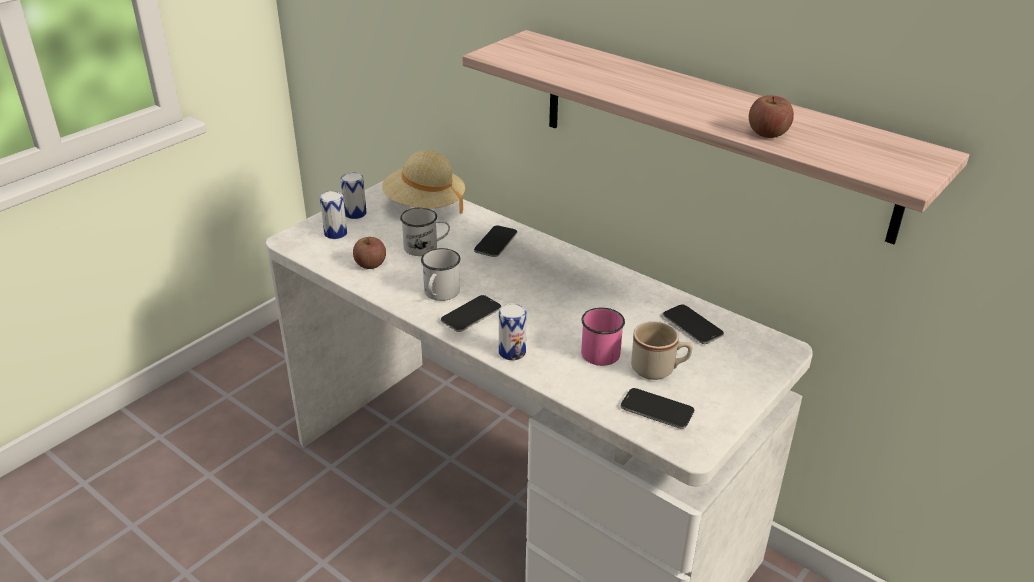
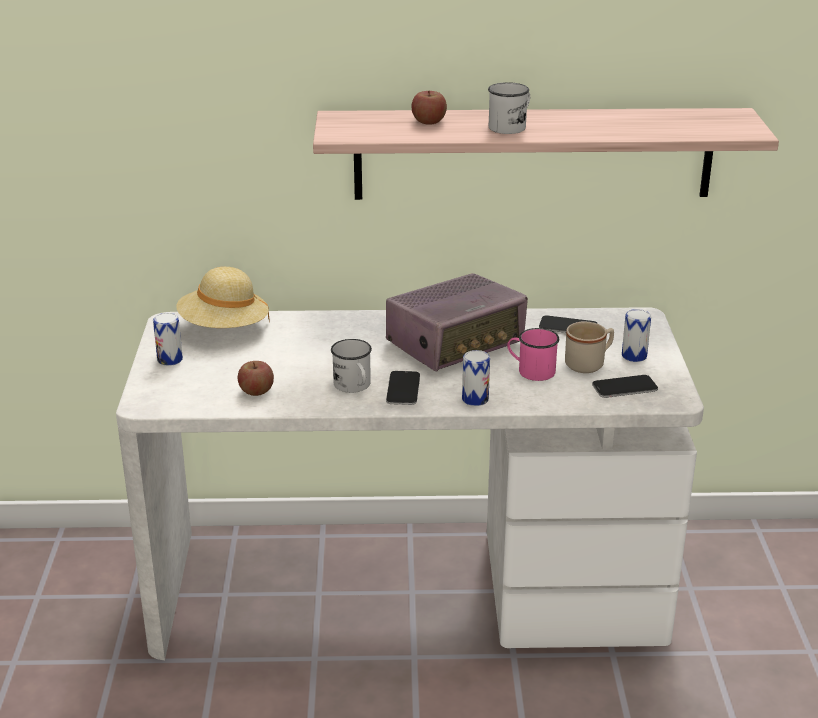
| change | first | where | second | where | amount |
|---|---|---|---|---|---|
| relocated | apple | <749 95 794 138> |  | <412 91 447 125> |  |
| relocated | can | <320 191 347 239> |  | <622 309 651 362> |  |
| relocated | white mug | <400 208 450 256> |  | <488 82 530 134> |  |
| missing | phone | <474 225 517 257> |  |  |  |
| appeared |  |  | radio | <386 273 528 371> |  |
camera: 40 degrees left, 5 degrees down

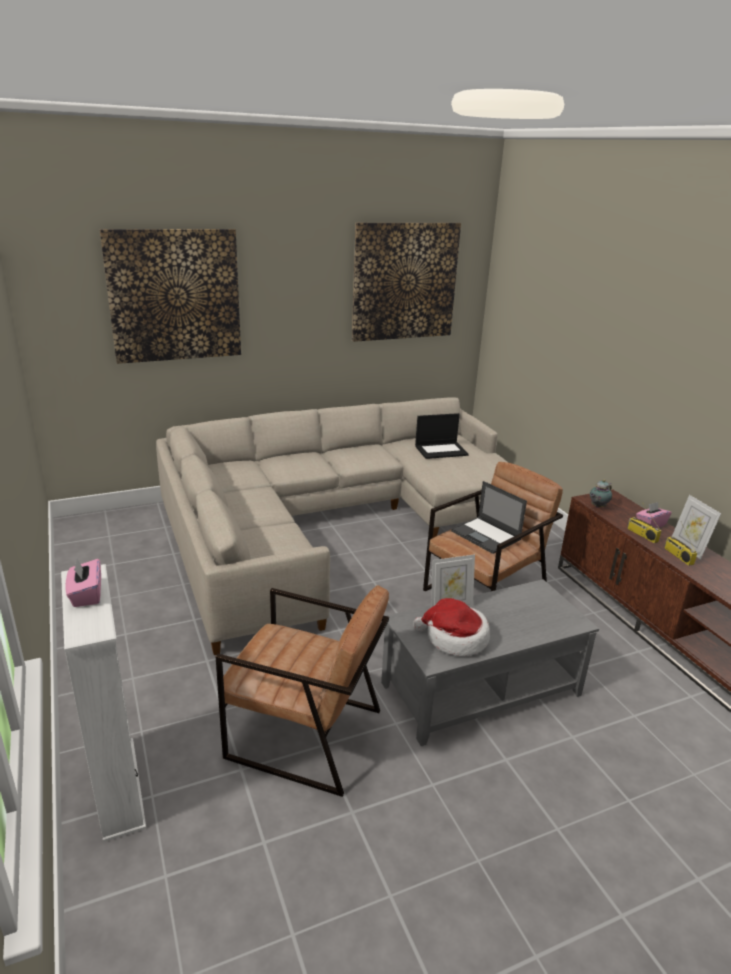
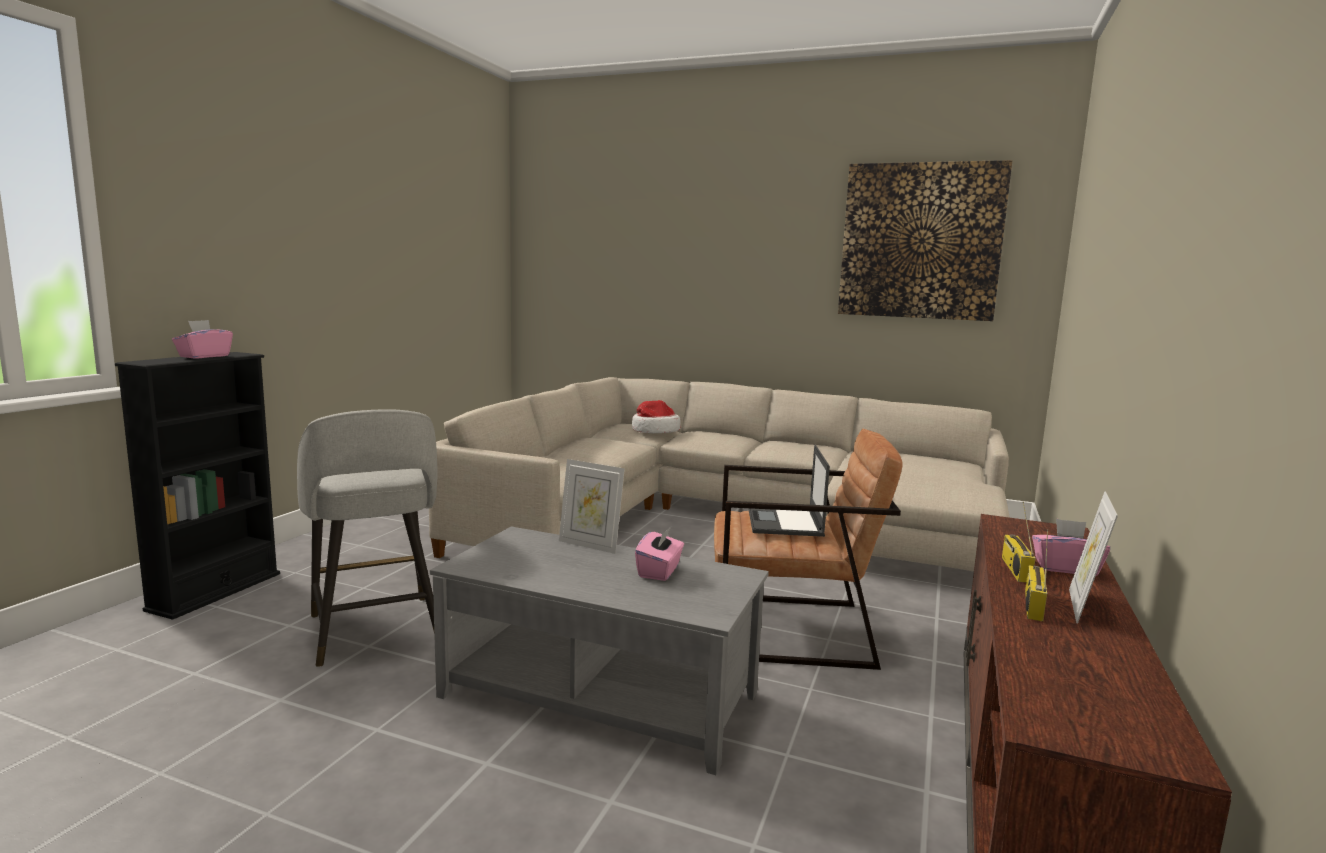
| change | first | where | second | where | amount |
|---|---|---|---|---|---|
| missing | picture | <100 229 241 364> |  |  |  |
| missing | laptop | <415 413 469 459> |  |  |  |
| missing | teapot | <590 479 612 508> |  |  |  |
| colour | white bookcase | <61 564 147 842> | black bookcase | <115 352 280 620> |  |
| exchanged | brown armchair | <216 585 389 797> | grey stool | <297 409 438 667> |  |
| relocated | hat | <413 598 490 656> |  | <632 400 681 433> |  |
| appeared |  |  | pink tissue box | <635 527 684 581> |  |
camera: 45 degrees right, 15 degrees down

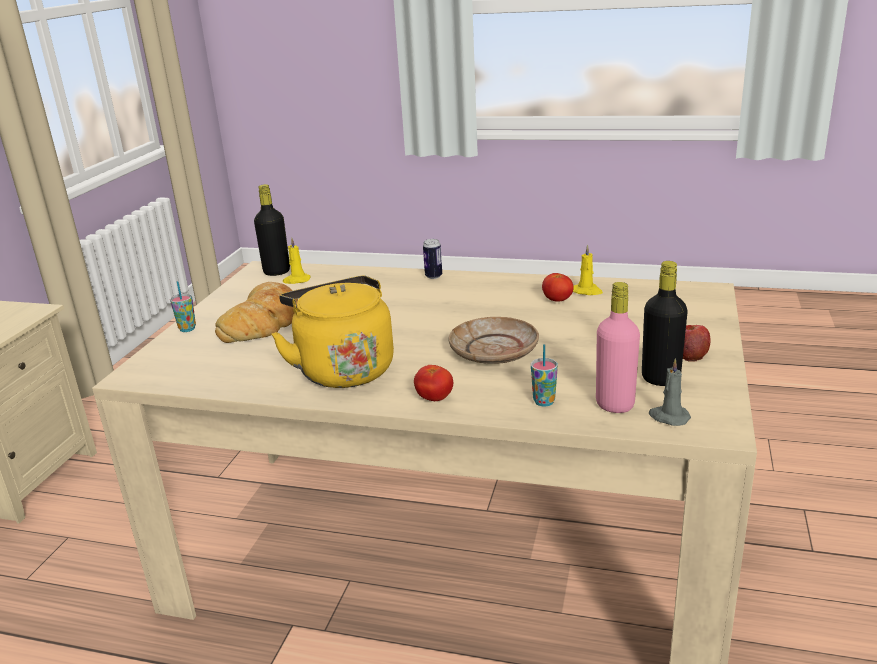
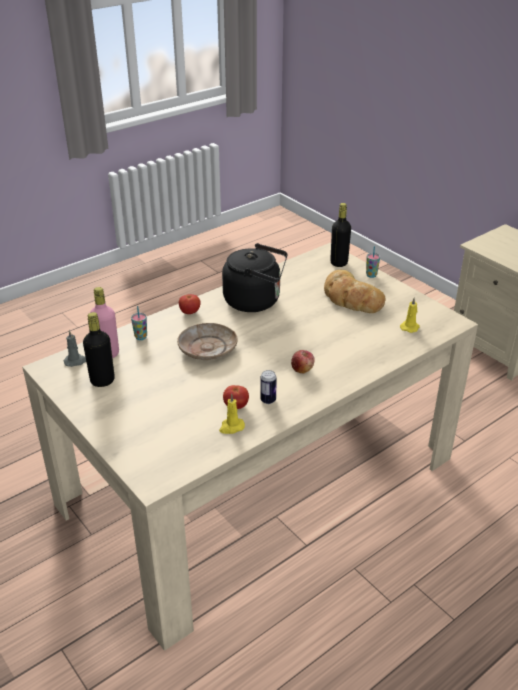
| change | first | where | second | where | amount |
|---|---|---|---|---|---|
| relocated | black bottle | <254 184 290 276> |  | <330 203 351 267> |  |
| relocated | can | <423 239 442 279> |  | <260 370 277 404> |  |
| colour | yellow kettle | <271 275 394 388> | black kettle | <222 243 287 312> |  |
| relocated | apple | <683 325 711 362> |  | <291 350 314 373> |  |
camera: 125 degrees right, 10 degrees up

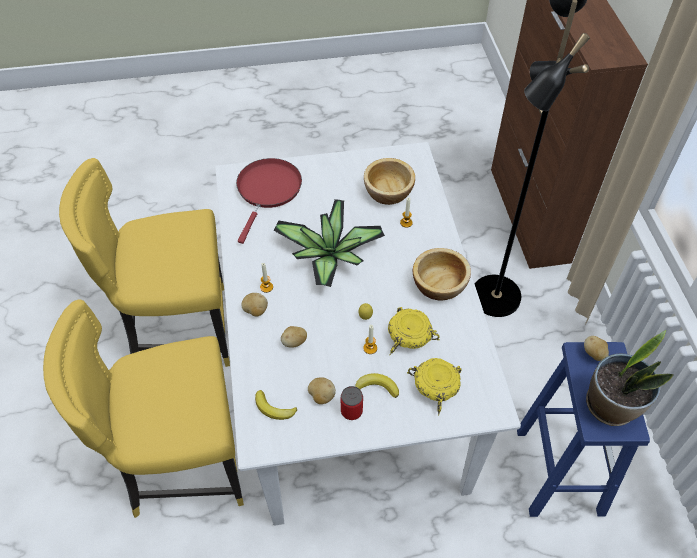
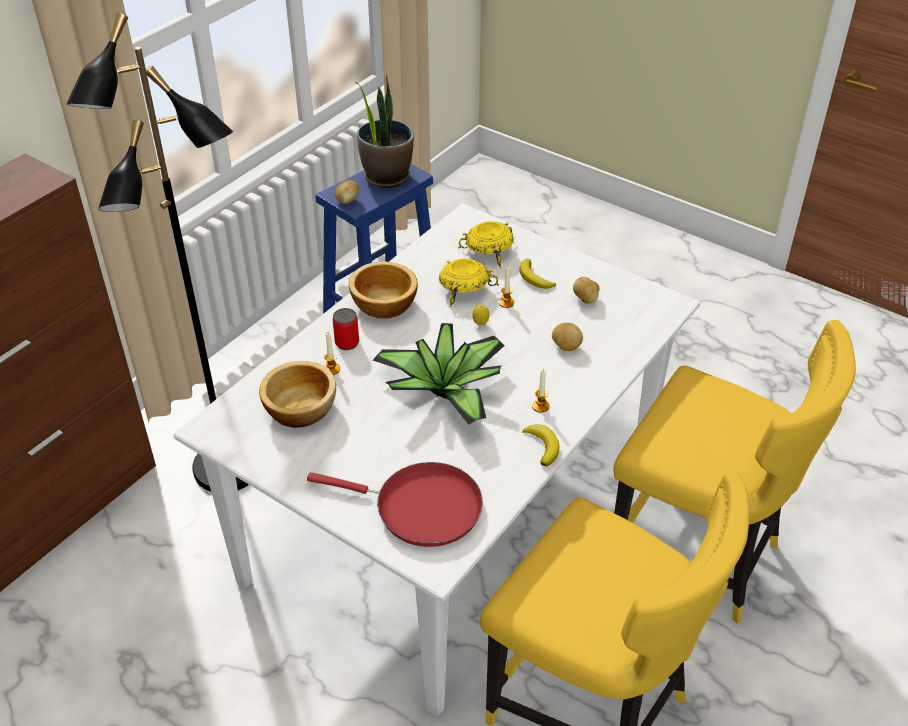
| change | first | where | second | where | amount |
|---|---|---|---|---|---|
| spun | red frying pan | <236 158 302 244> |  | <307 462 483 547> | 135 degrees counterclockwise |
| missing | potato | <241 293 268 316> |  |  |  |
| relocated | can | <341 386 363 420> |  | <333 308 359 350> |  |
| relocated | banana | <255 390 297 420> |  | <522 424 559 466> |  |
camera: 135 degrees left, 10 degrees down

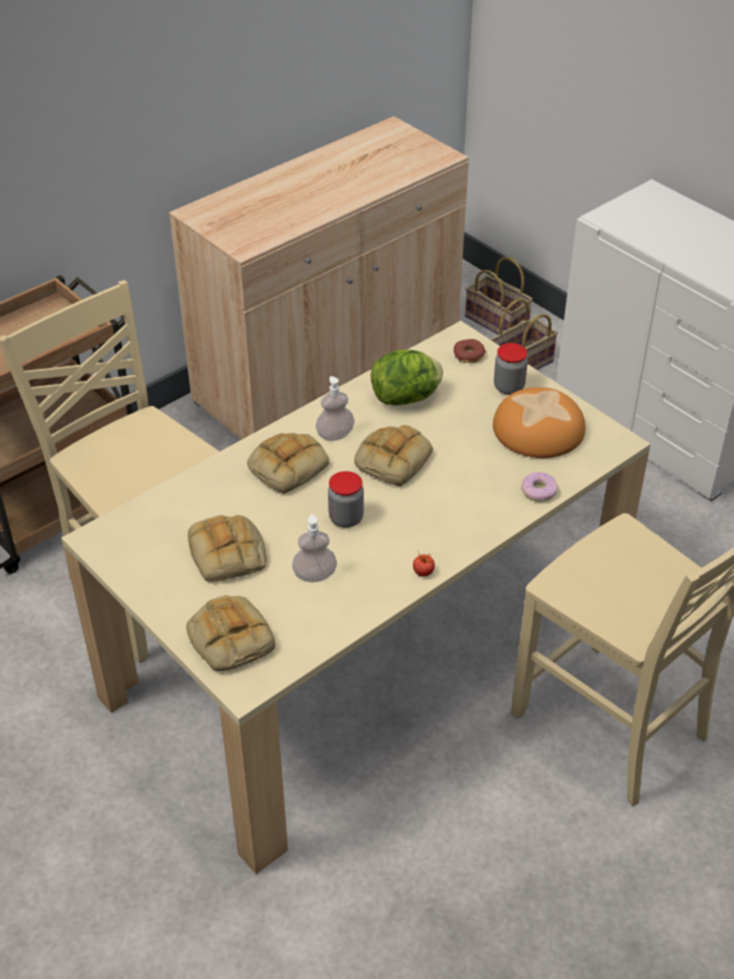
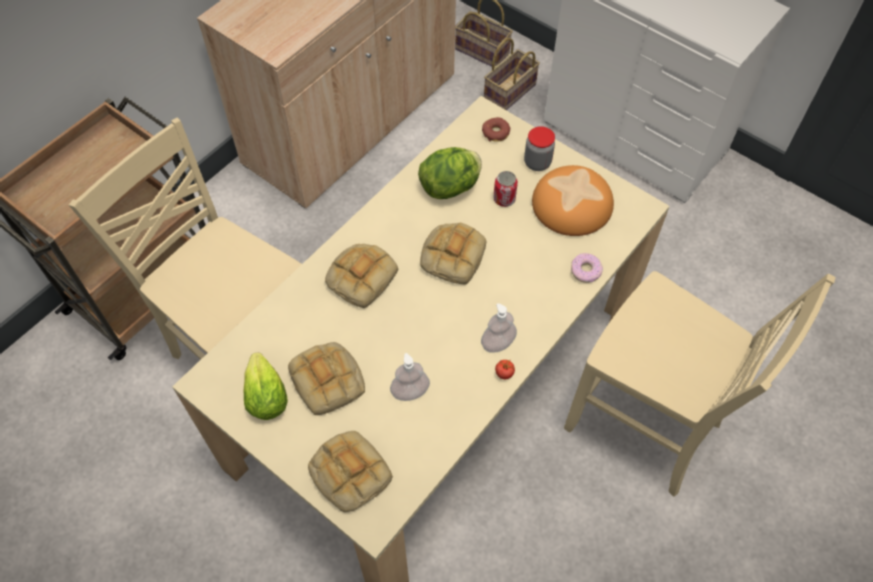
| change | first | where | second | where | amount |
|---|---|---|---|---|---|
| relocated | soap dispenser | <315 376 355 441> |  | <481 303 517 353> |  |
| missing | jar | <328 471 364 528> |  |  |  |
| appeared |  |  | can | <493 171 518 207> |  |
| appeared |  |  | lettuce | <244 352 288 420> |  |
camera: 10 degrees left, 15 degrees up

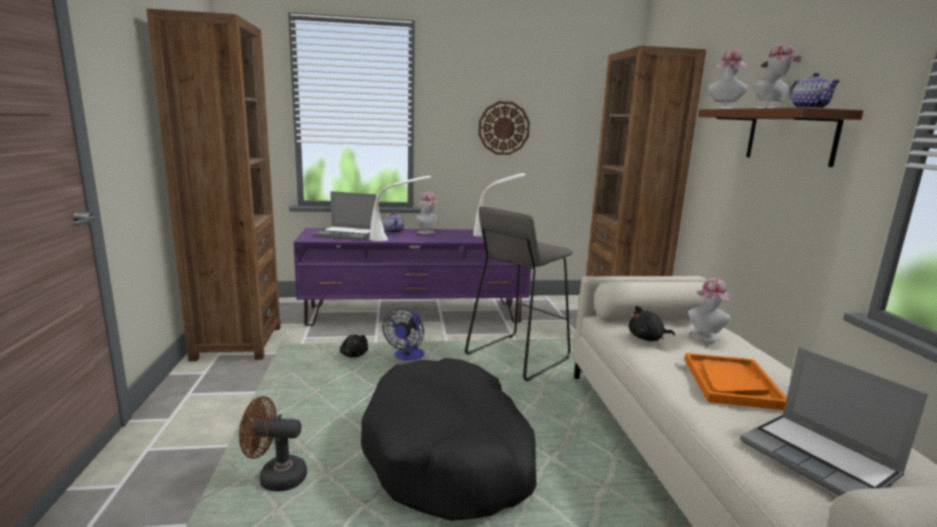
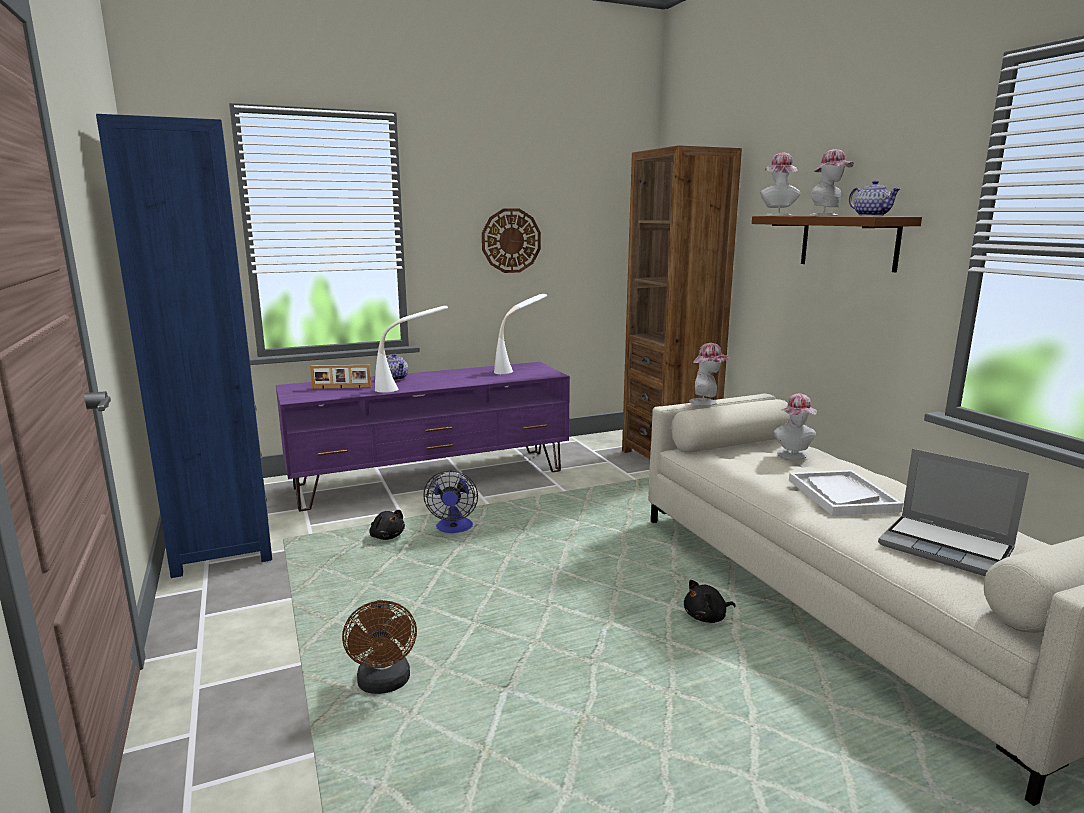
| change | first | where | second | where | amount |
|---|---|---|---|---|---|
| colour | brown bookcase | <146 8 281 362> | blue bookcase | <96 114 272 578> |  |
| exchanged | laptop | <315 191 376 240> | picture frame | <310 365 371 389> |  |
| relocated | hat | <416 192 440 234> |  | <689 343 730 406> |  |
| missing | grey stool | <465 207 573 381> |  |  |  |
| relocated | black plush toy | <628 306 675 341> |  | <684 580 736 623> |  |
| colour | orange tray | <685 353 787 410> | white tray | <789 470 903 516> |  |
| missing | black dog bed | <361 358 537 521> |  |  |  |
| spun | brown fan | <239 396 307 491> |  | <342 600 417 694> | 90 degrees counterclockwise |
camera: 15 degrees left, 0 degrees up

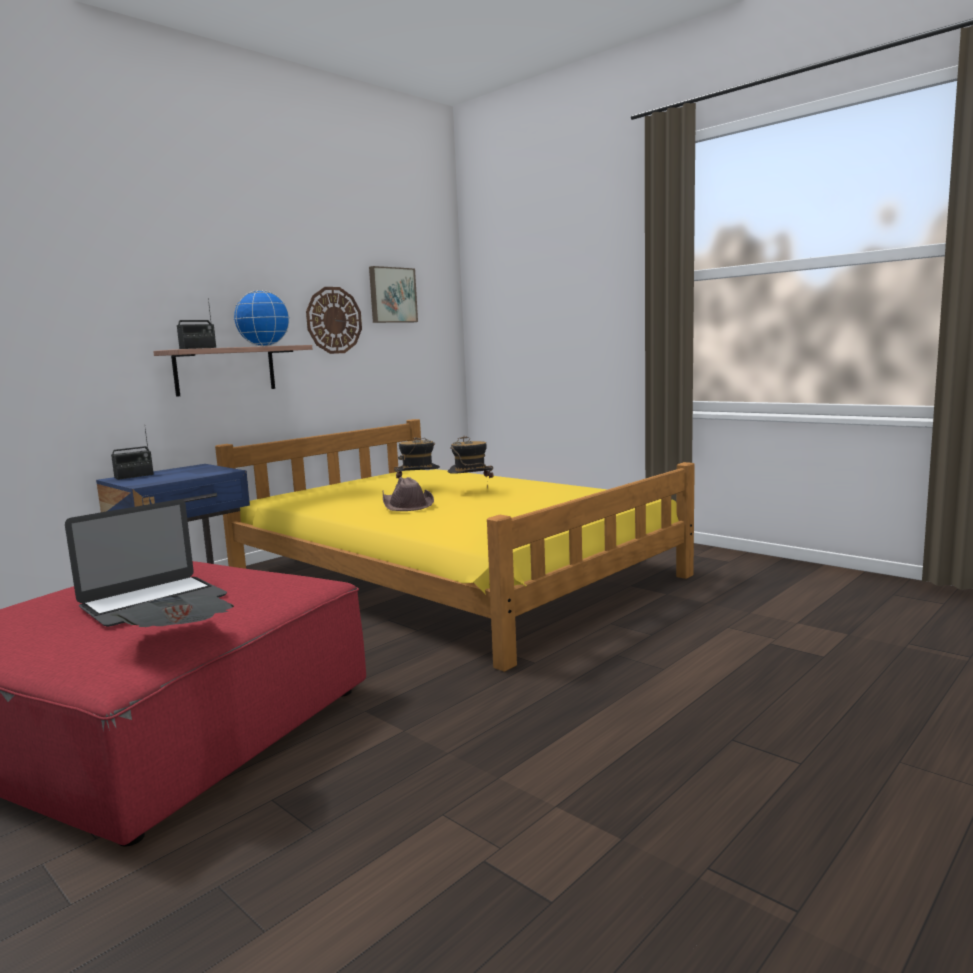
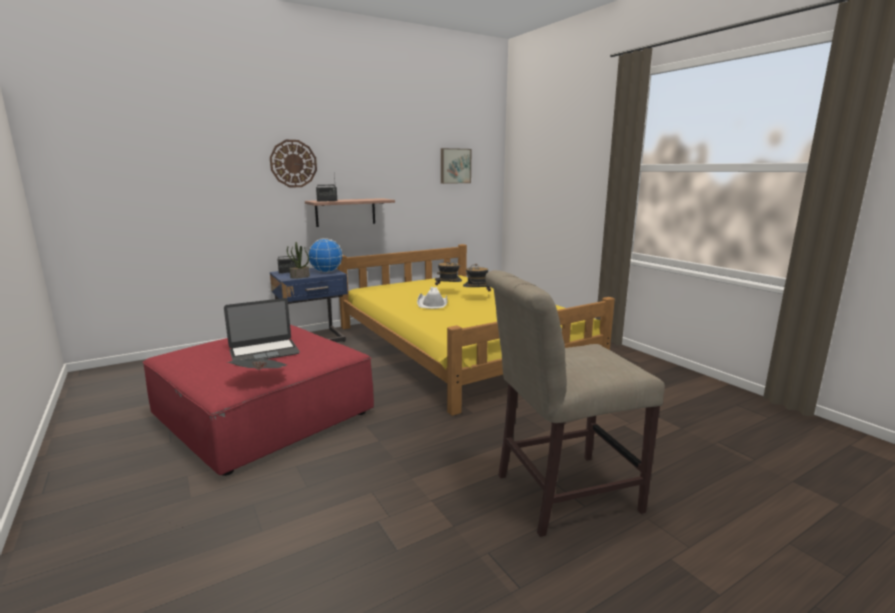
| change | first | where | second | where | amount |
|---|---|---|---|---|---|
| relocated | wall clock | <306 287 362 354> |  | <270 140 317 187> |  |
| relocated | globe | <233 290 290 346> |  | <308 238 343 273> |  |
| colour | brown hat | <383 477 434 511> | white hat | <417 287 448 309> |  |
| appeared |  |  | potted plant | <287 242 310 279> |  |
| appeared |  |  | beige chair | <485 270 665 537> |  |
camera: 15 degrees right, 5 degrees up

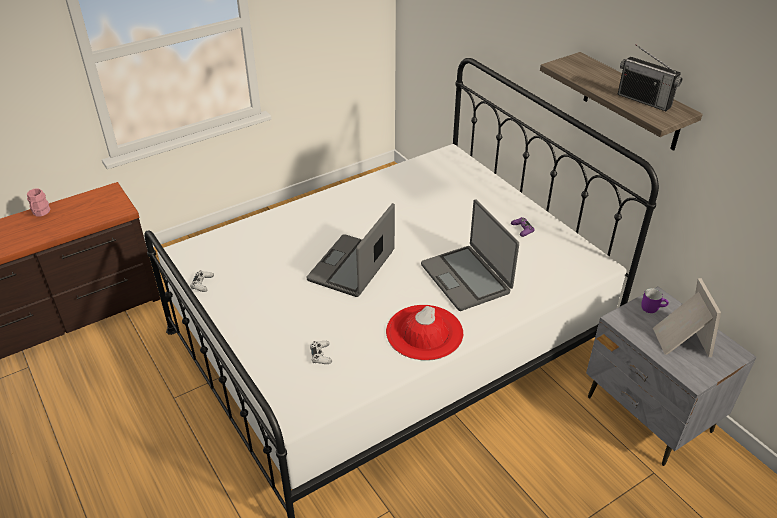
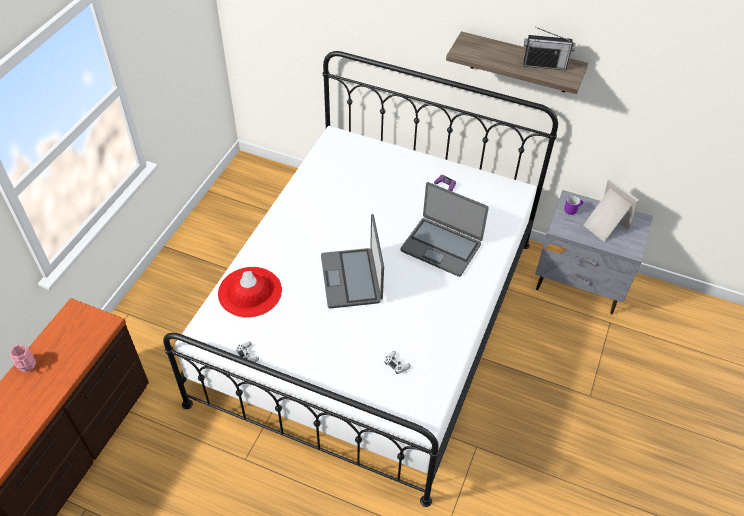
| change | first | where | second | where | amount |
|---|---|---|---|---|---|
| relocated | red hat | <386 305 463 361> |  | <218 267 282 318> |  |
camera: 35 degrees left, 10 degrees up

